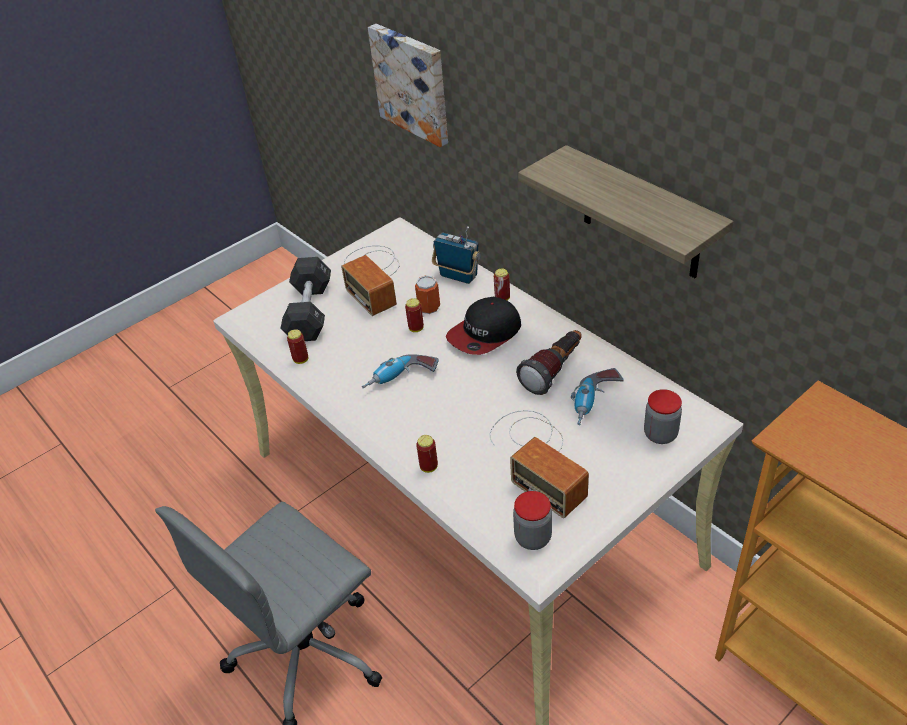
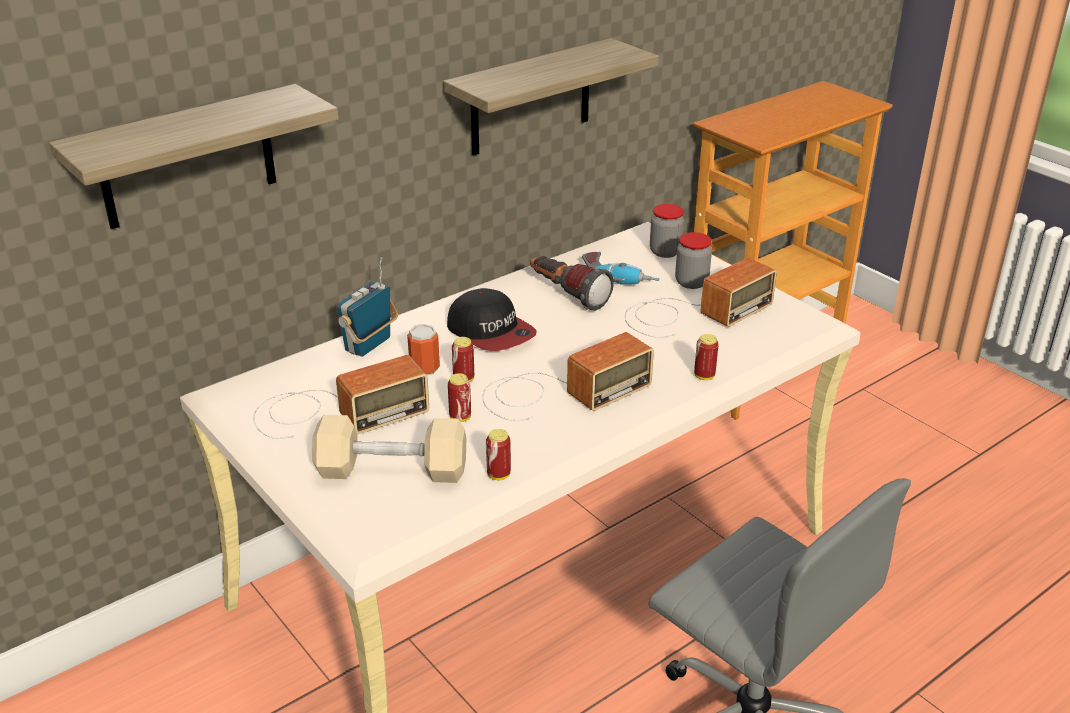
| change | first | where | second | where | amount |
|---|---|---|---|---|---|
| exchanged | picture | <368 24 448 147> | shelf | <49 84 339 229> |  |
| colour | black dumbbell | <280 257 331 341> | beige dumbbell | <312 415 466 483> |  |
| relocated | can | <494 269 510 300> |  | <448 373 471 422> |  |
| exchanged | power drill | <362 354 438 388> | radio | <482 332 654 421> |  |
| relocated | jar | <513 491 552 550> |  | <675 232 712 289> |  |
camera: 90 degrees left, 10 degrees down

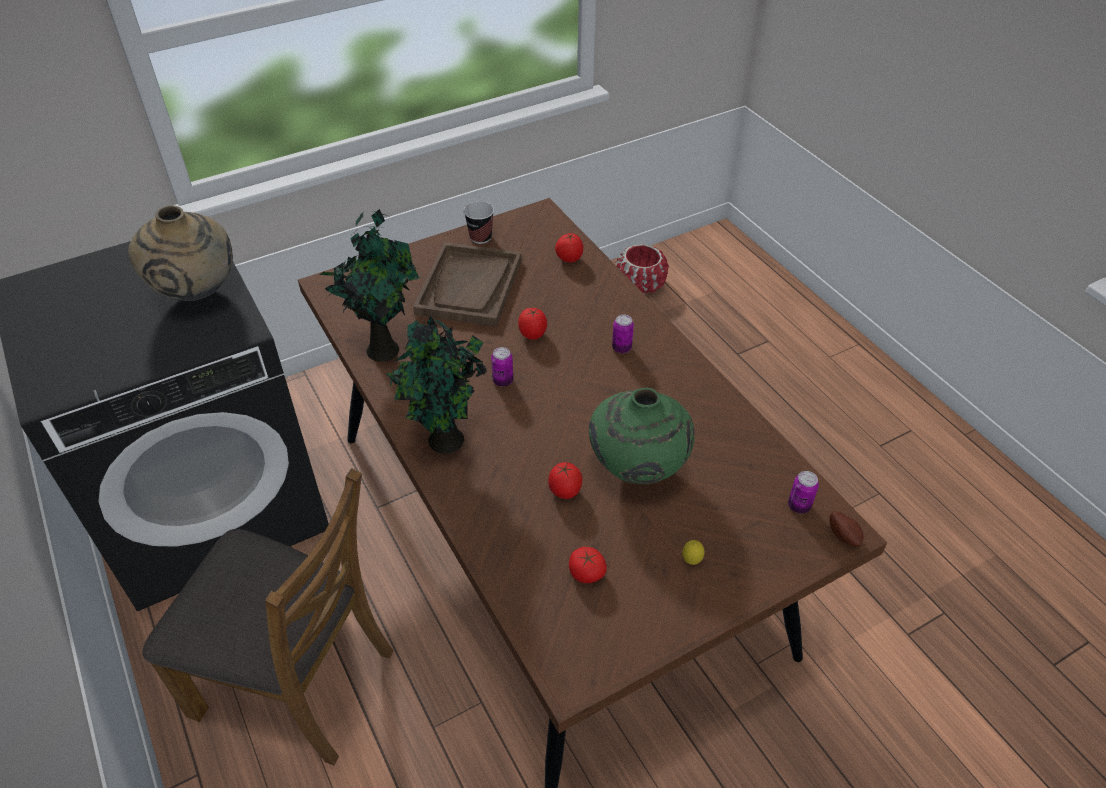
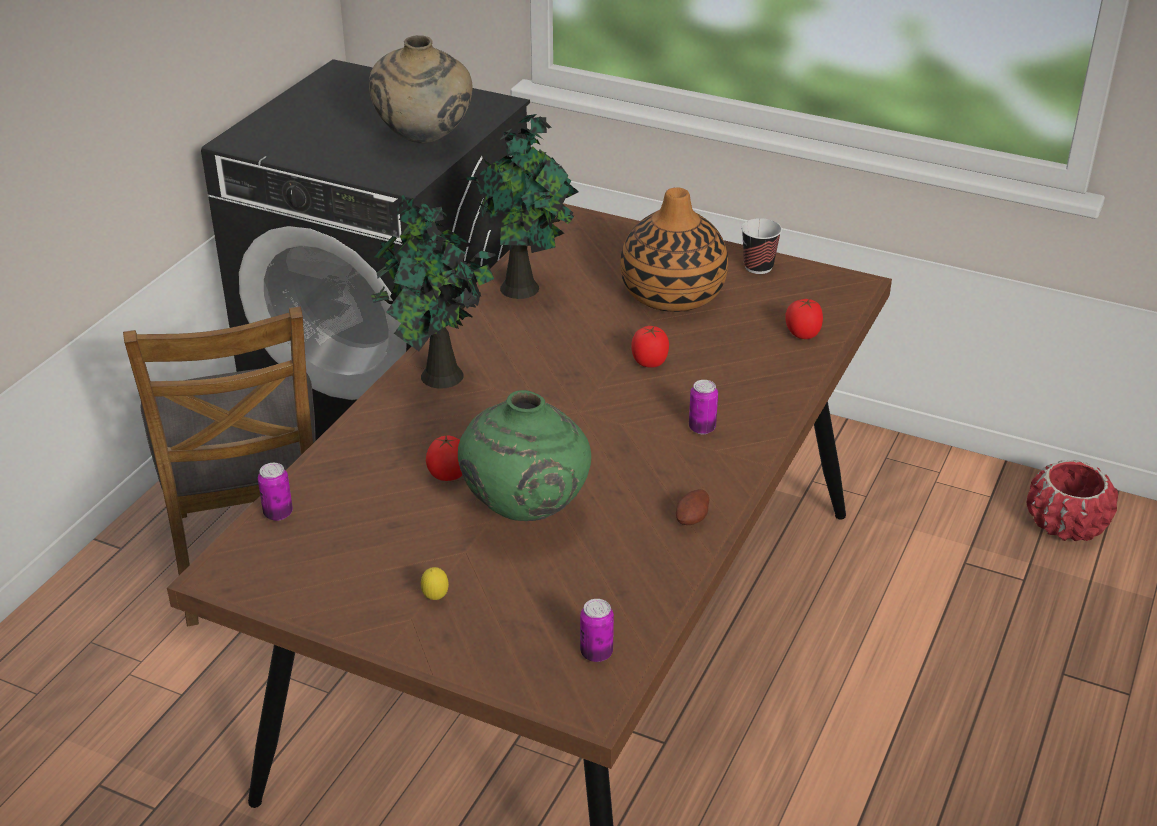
| change | first | where | second | where | amount |
|---|---|---|---|---|---|
| exchanged | brown tray | <413 242 521 327> | vase | <620 187 728 312> |  |
| relocated | can | <491 347 513 387> |  | <258 463 293 521> |  |
| relocated | potato | <829 511 864 546> |  | <676 489 709 525> |  |
| missing | tomato | <569 547 607 583> |  |  |  |
camera: 55 degrees right, 10 degrees down

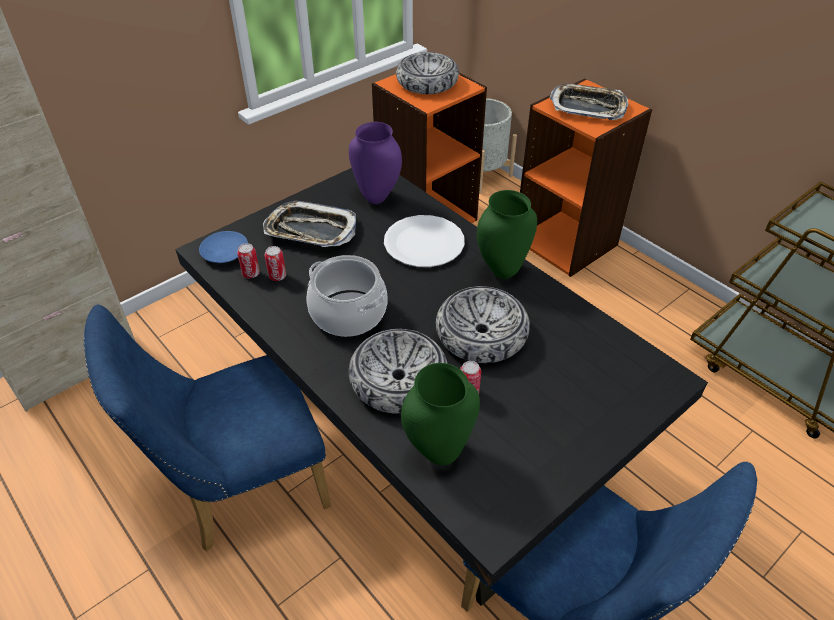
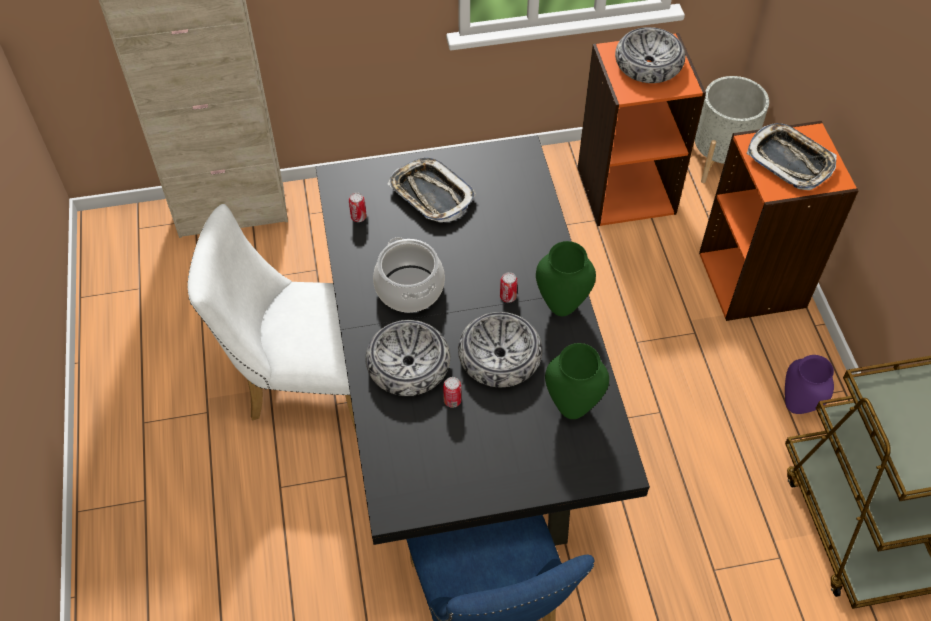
| change | first | where | second | where | amount |
|---|---|---|---|---|---|
| relocated | purple vase | <349 122 402 204> |  | <785 355 834 414> |  |
| missing | white plate | <384 215 465 267> |  |  |  |
| missing | blue plate | <199 231 248 263> |  |  |  |
| relocated | can | <264 246 286 281> |  | <500 272 518 303> |  |
| colour | blue chair | <84 305 331 552> | white chair | <187 204 356 432> |  |
| relocated | green vase | <401 363 480 466> |  | <545 343 609 419> |  |
camera: 30 degrees right, 10 degrees up

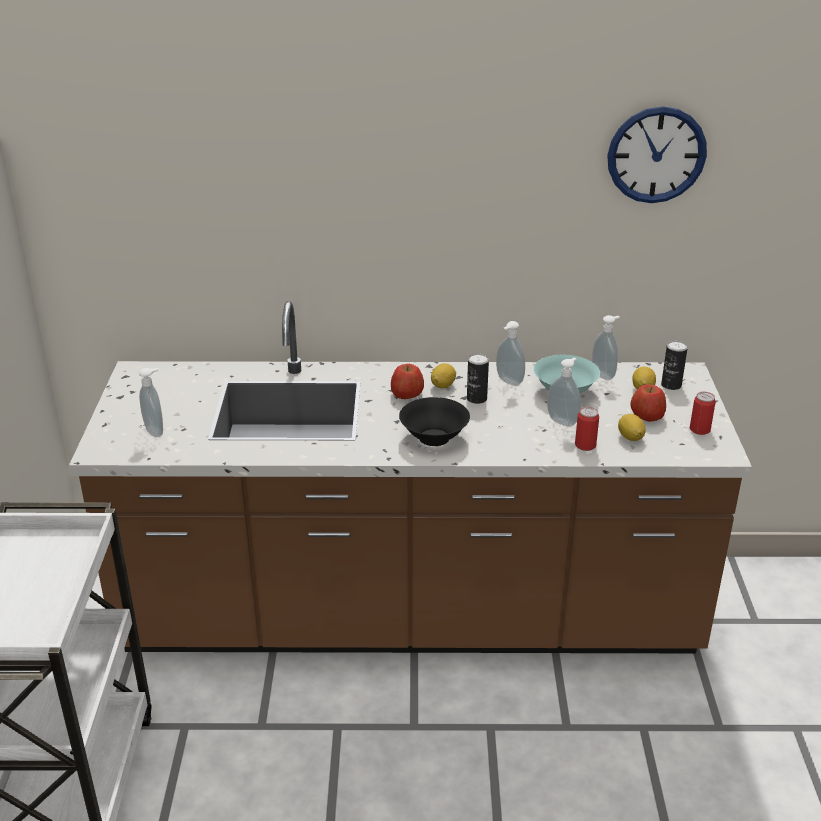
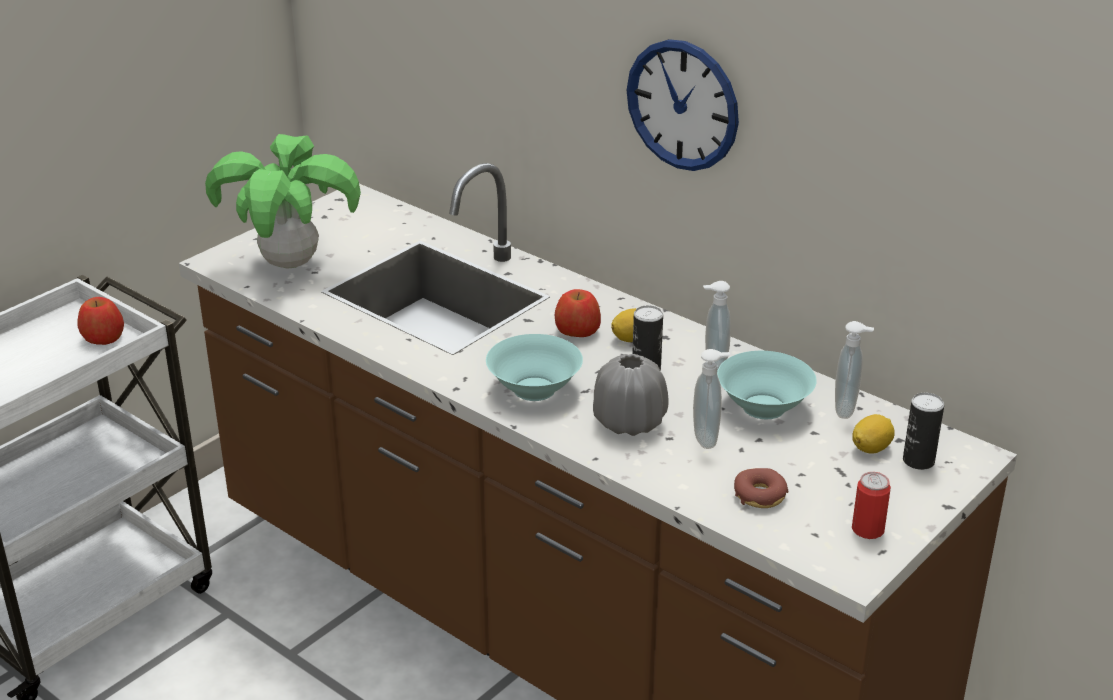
| change | first | where | second | where | amount |
|---|---|---|---|---|---|
| relocated | wall clock | <607 106 707 203> |  | <627 39 739 171> |  |
| exchanged | soap dispenser | <139 368 163 437> | potted plant | <205 134 361 269> |  |
| relocated | apple | <631 385 666 422> |  | <77 297 124 345> |  |
| colour | black bowl | <399 397 470 446> | turquoise bowl | <486 334 583 401> |  |
| missing | can | <575 407 599 451> |  |  |  |
| exchanged | lemon | <618 414 646 441> | donut | <734 468 788 508> |  |
| appeared |  |  | grey vase | <593 354 669 436> |  |
camera: 40 degrees right, 0 degrees up

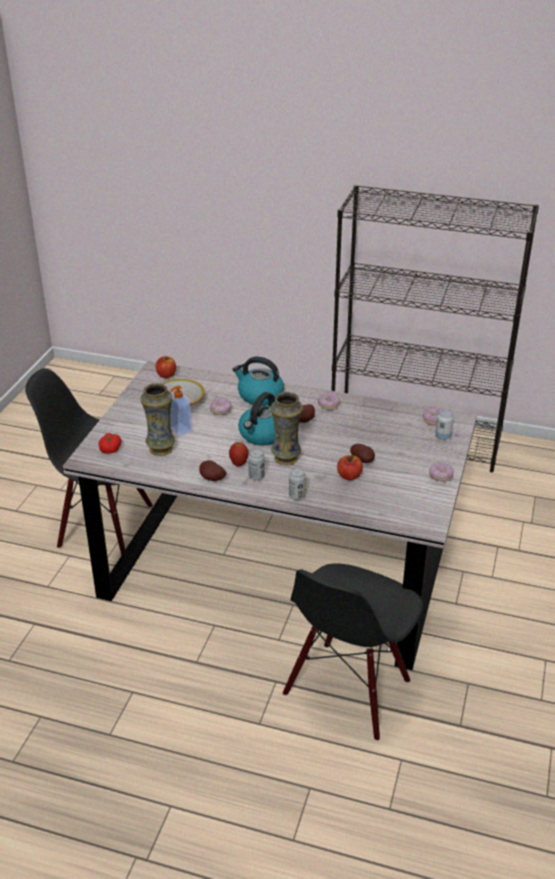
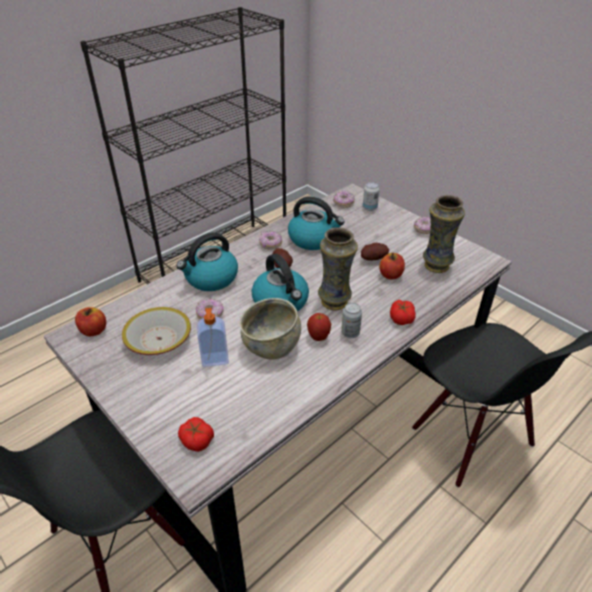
| change | first | where | second | where | amount |
|---|---|---|---|---|---|
| relocated | vase | <140 383 175 456> |  | <423 195 465 273> |  |
| missing | potato | <199 460 226 481> |  |  |  |
| exchanged | can | <289 468 306 500> | tomato | <390 300 416 325> |  |
| appeared |  |  | kettle | <288 197 345 250> |  |
| appeared |  |  | beige bowl | <240 298 301 359> |  |
camera: 60 degrees left, 5 degrees up

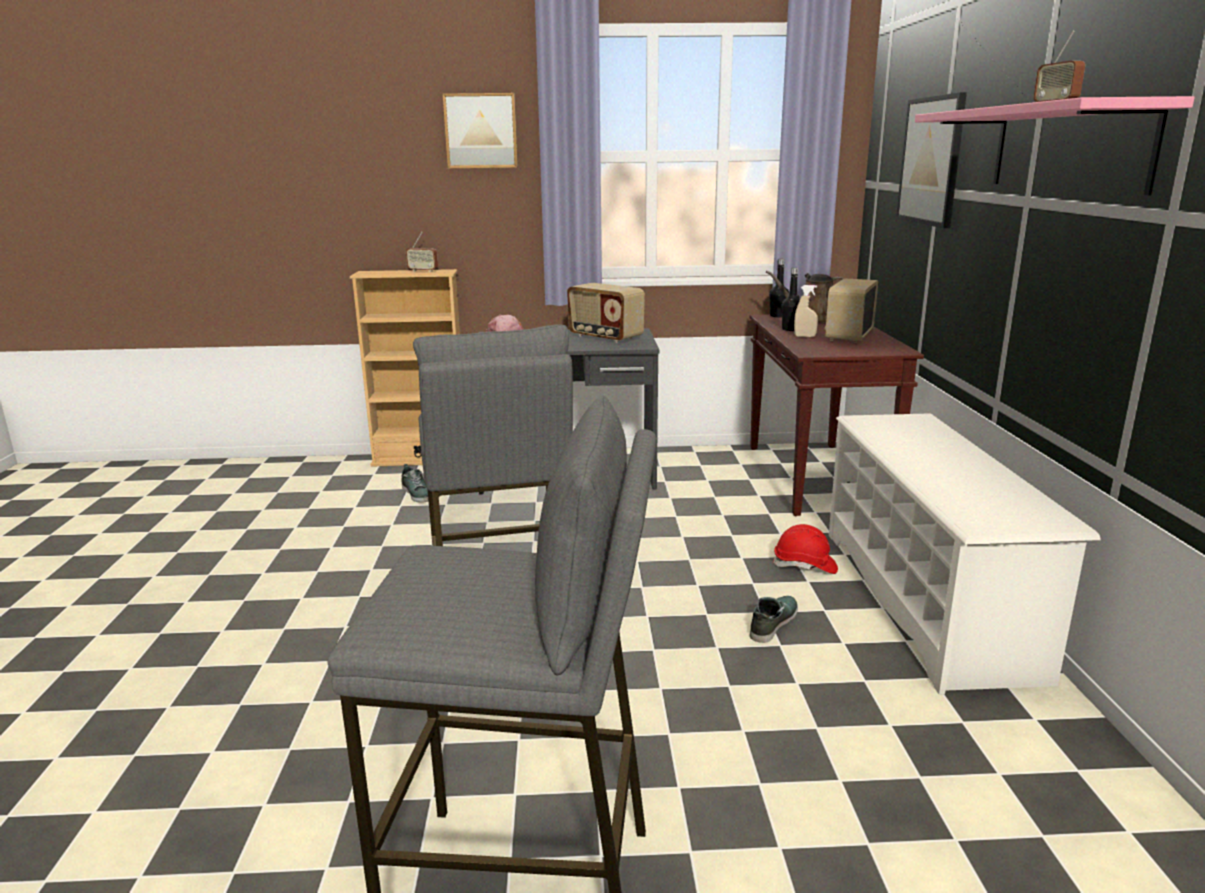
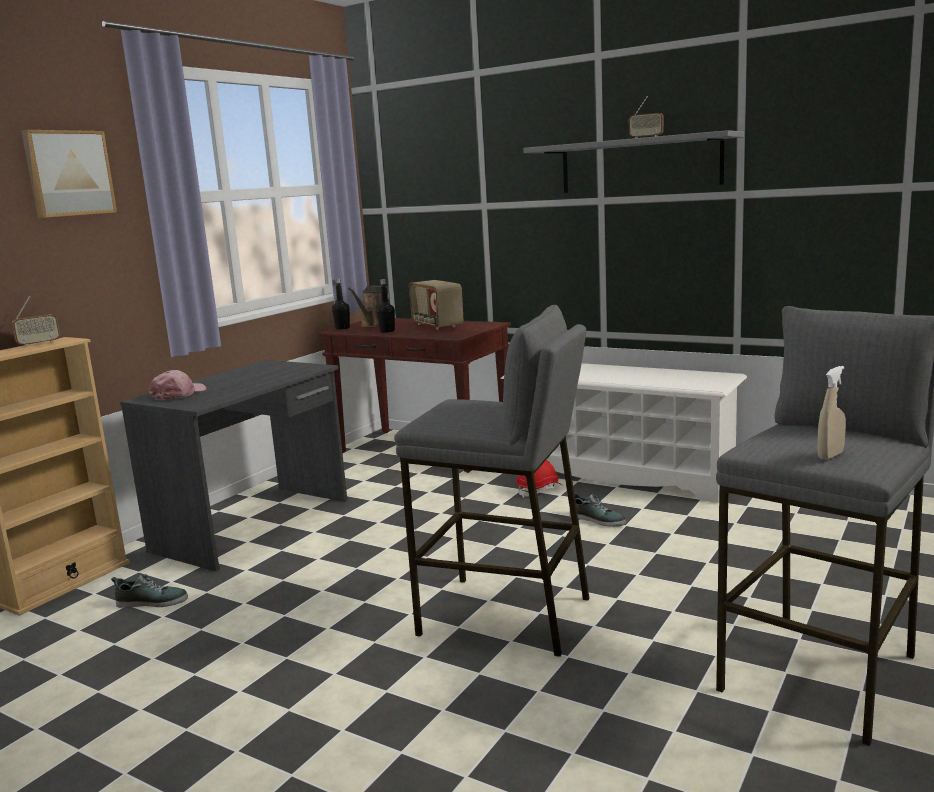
| change | first | where | second | where | amount |
|---|---|---|---|---|---|
| missing | picture | <896 92 967 228> |  |  |  |
| colour | pink shelf | <915 96 1195 195> | grey shelf | <523 130 744 193> |  |
| missing | radio | <567 283 645 343> |  |  |  |
| relocated | beige spray bottle | <794 285 818 337> |  | <817 366 846 460> |  |
| spun | shoe | <750 596 798 643> |  | <570 493 626 527> | 150 degrees clockwise |
camera: 55 degrees left, 5 degrees down

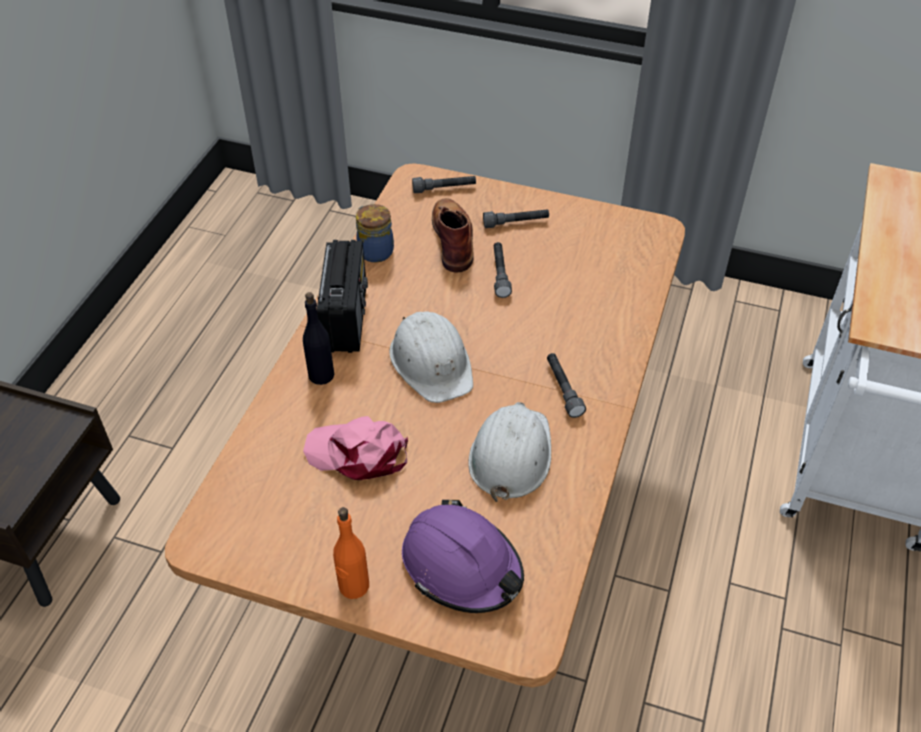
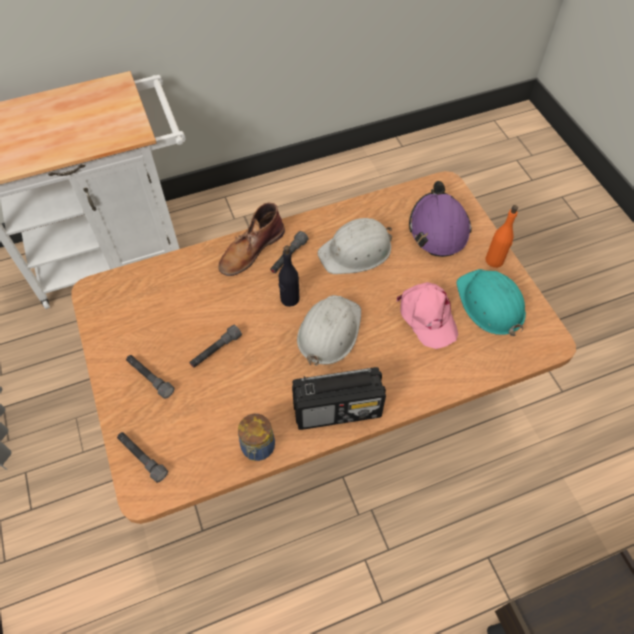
| change | first | where | second | where | amount |
|---|---|---|---|---|---|
| relocated | brown boot | <432 198 474 272> |  | <218 202 285 276> |  |
| spun | radio | <317 240 368 353> |  | <292 367 386 430> | 150 degrees counterclockwise |
| relocated | black bottle | <303 292 334 385> |  | <279 245 299 307> |  |
| appeared |  |  | turquoise hard hat | <456 269 526 336> |  |
camera: 130 degrees left, 10 degrees up

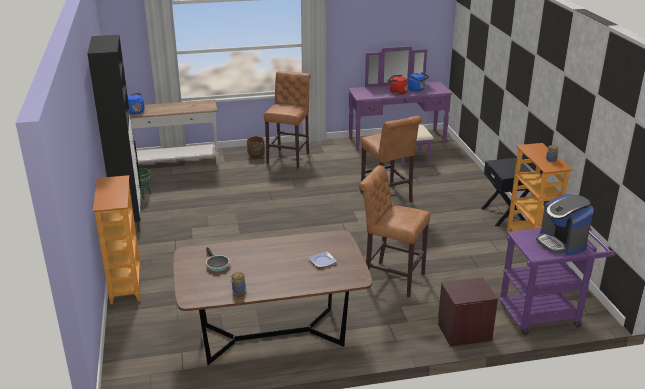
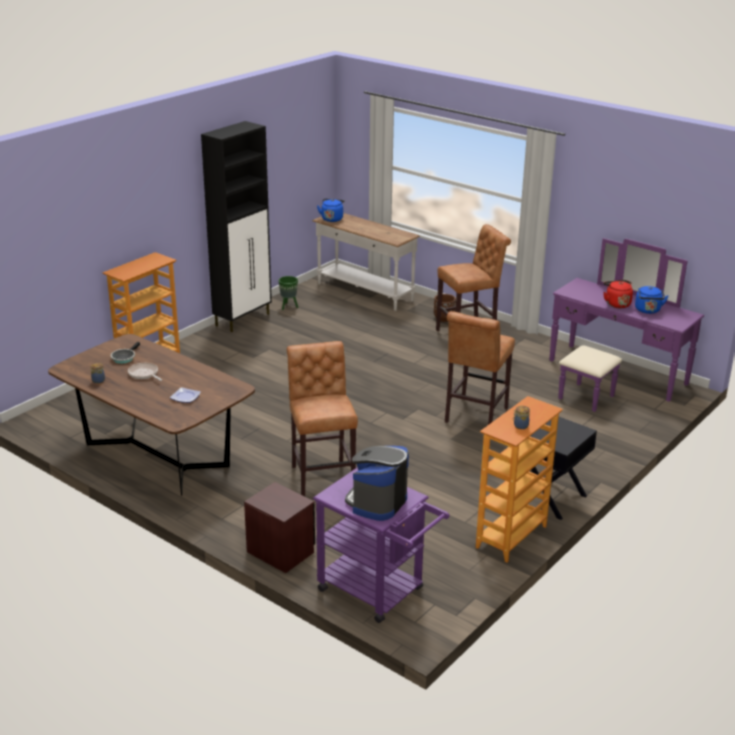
| change | first | where | second | where | amount |
|---|---|---|---|---|---|
| appeared |  |  | frying pan | <128 363 162 381> |  |
camera: 50 degrees right, 0 degrees up

